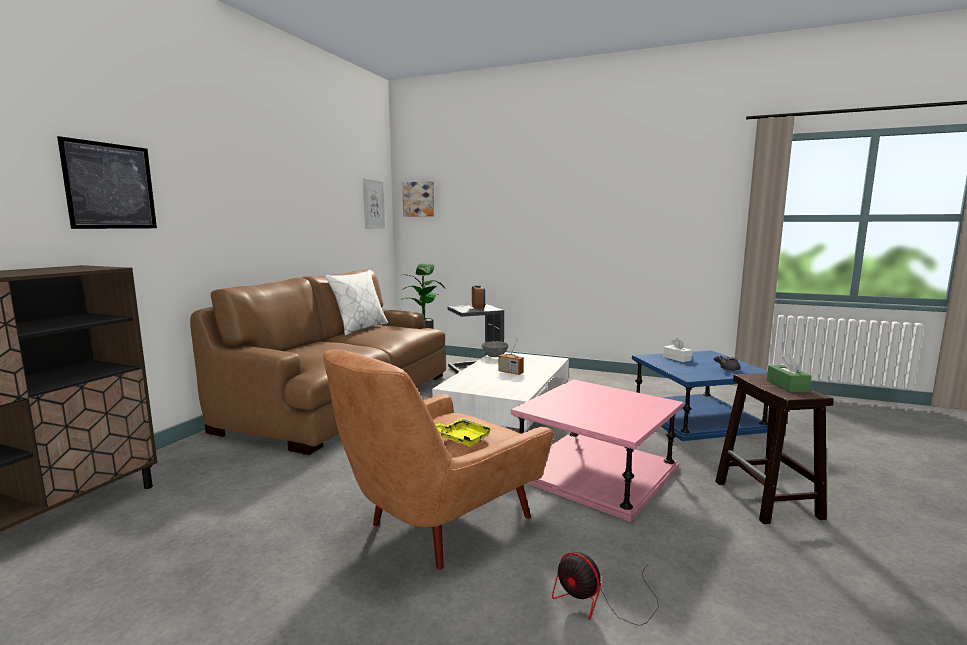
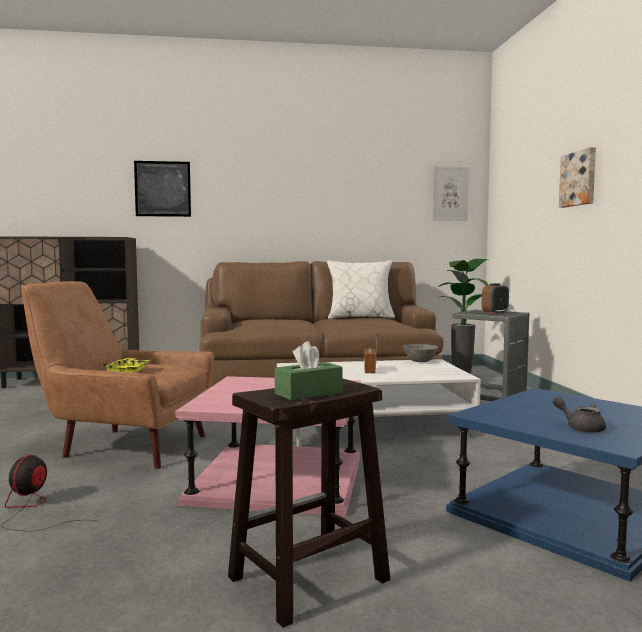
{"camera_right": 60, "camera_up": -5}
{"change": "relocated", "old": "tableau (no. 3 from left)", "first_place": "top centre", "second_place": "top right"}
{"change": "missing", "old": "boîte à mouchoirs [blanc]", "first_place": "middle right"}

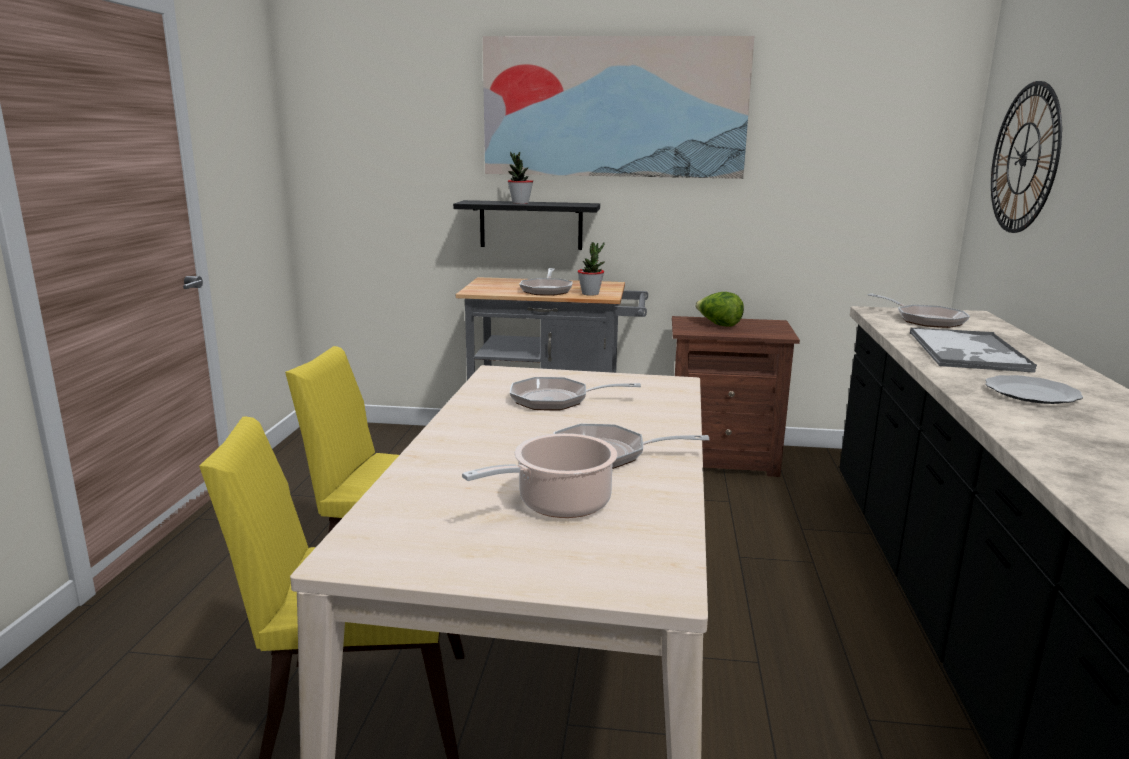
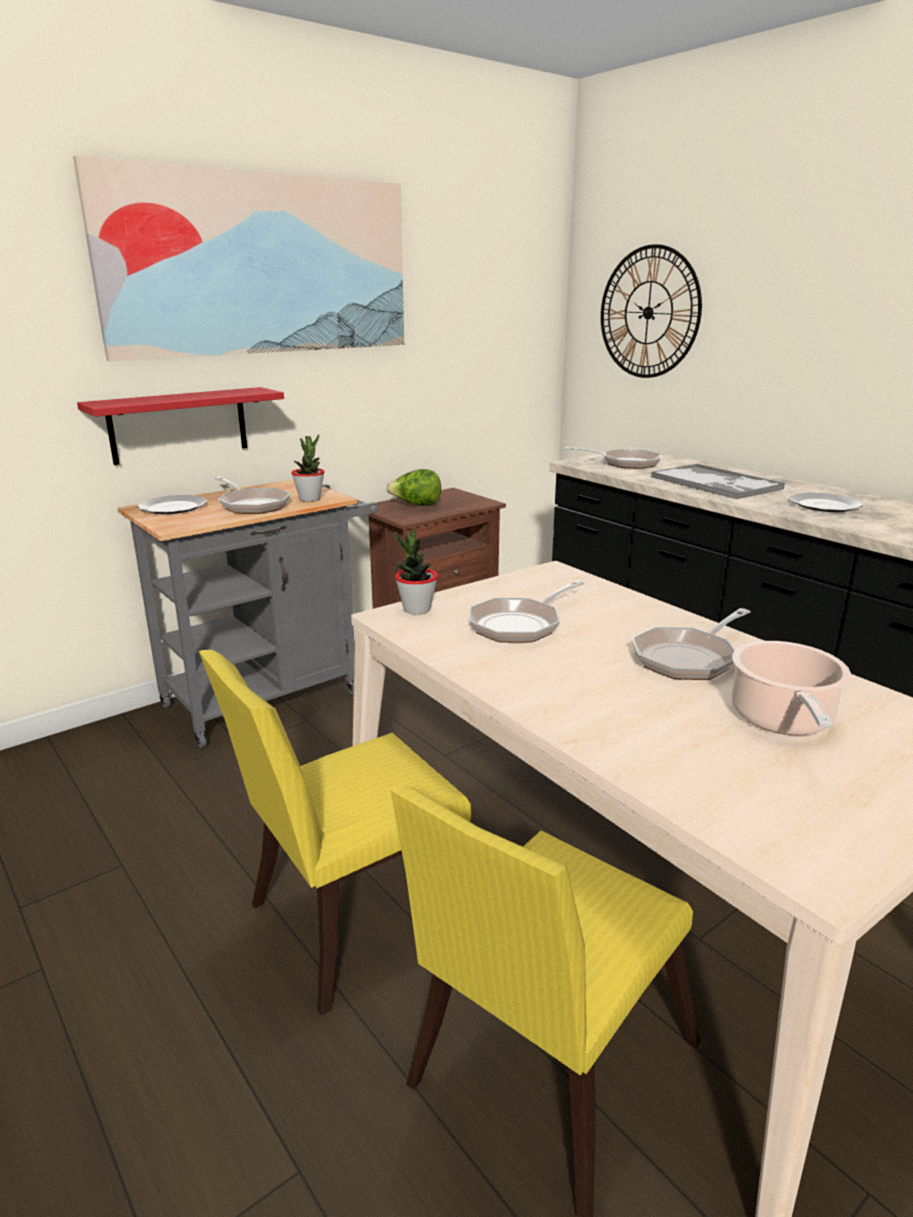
{"camera_right": -45, "camera_up": 5}
{"change": "relocated", "old": "plante en pot (no. 1 from left in the first image)", "new": "plante en pot (no. 2 from left)", "first_place": "top centre", "second_place": "centre"}
{"change": "colour", "old": "étagère [noir]", "new": "étagère [rouge]", "first_place": "top centre", "second_place": "middle left"}
{"change": "appeared", "new": "assiette (no. 1 from left)", "second_place": "middle left"}

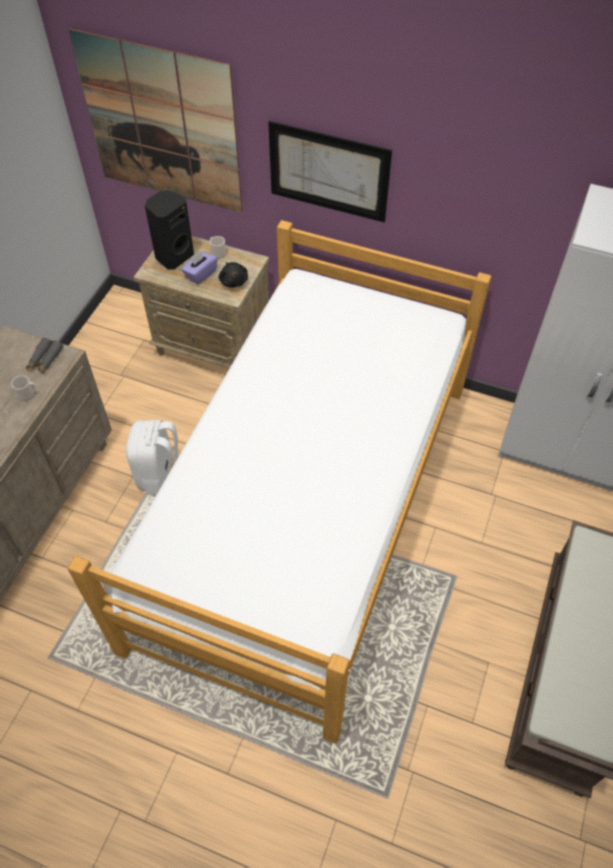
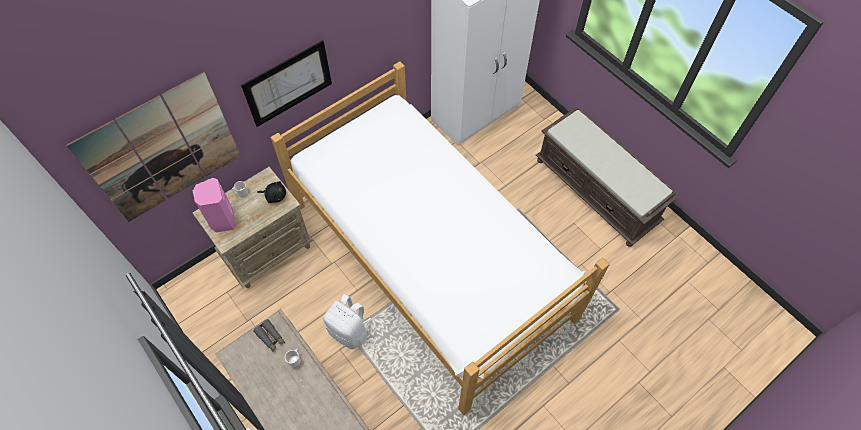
{"camera_right": -60, "camera_up": 5}
{"change": "colour", "old": "enceinte [noir]", "new": "enceinte [rose]", "first_place": "top left", "second_place": "middle left"}
{"change": "missing", "old": "boîte à mouchoirs [violet]", "first_place": "top left"}

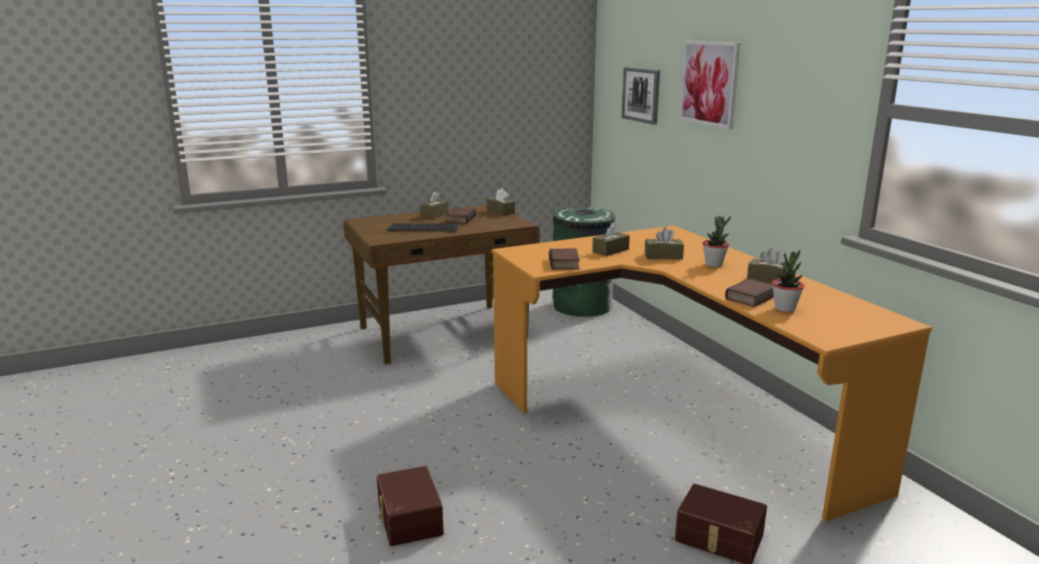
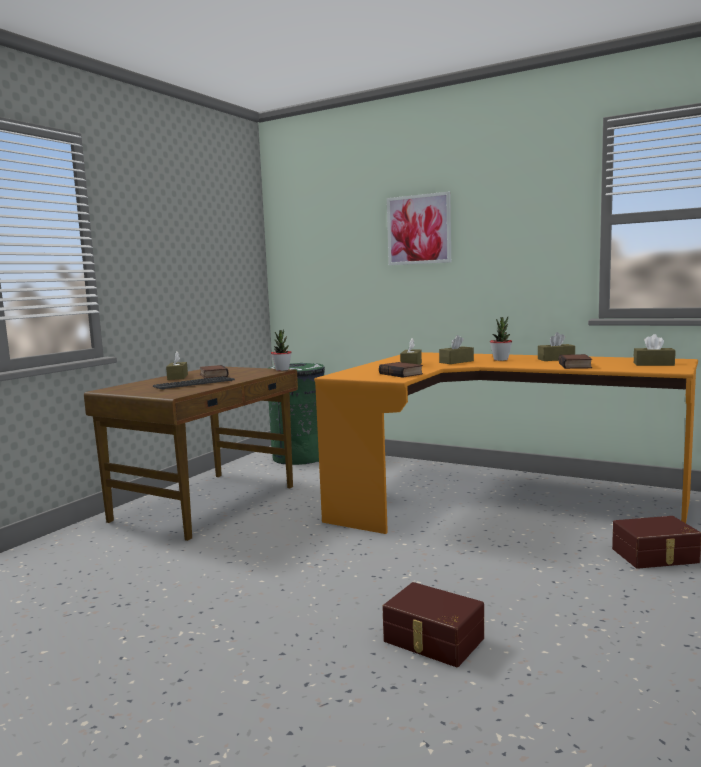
{"camera_right": -35, "camera_up": -10}
{"change": "missing", "old": "tableau (no. 1 from left)", "first_place": "top centre"}
{"change": "relocated", "old": "boîte à mouchoirs [marron] (no. 2 from left in the first image)", "new": "boîte à mouchoirs [marron] (no. 5 from left)", "first_place": "centre", "second_place": "middle right"}
{"change": "relocated", "old": "plante en pot (no. 2 from left in the first image)", "new": "plante en pot (no. 1 from left)", "first_place": "middle right", "second_place": "centre"}

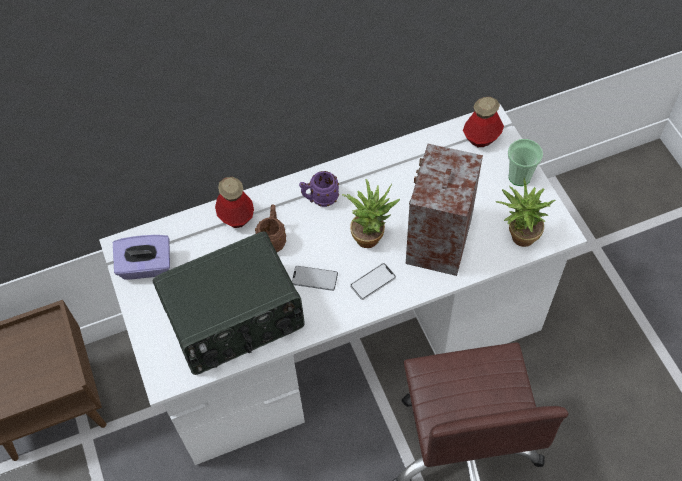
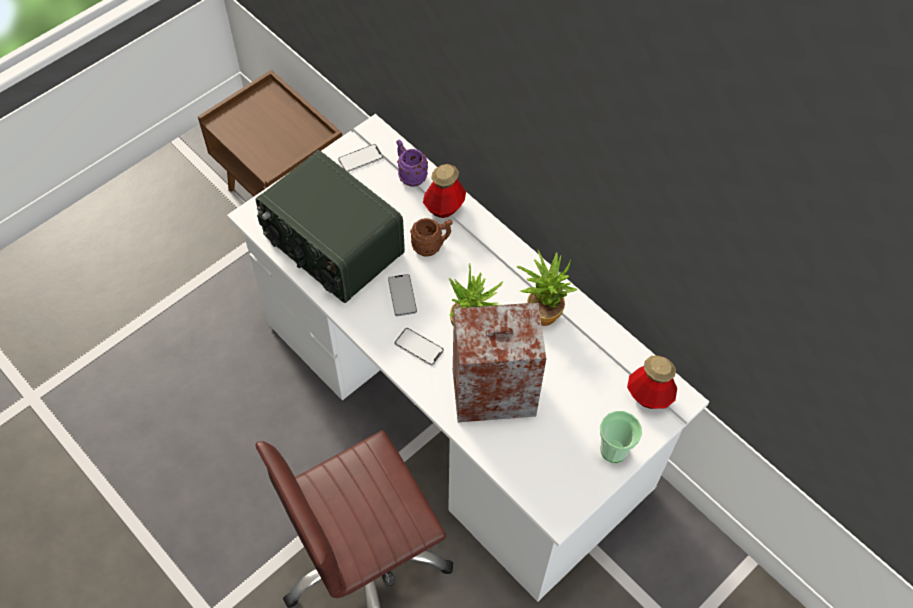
{"camera_right": 65, "camera_up": 0}
{"change": "relocated", "old": "mug [violet]", "first_place": "centre", "second_place": "top centre"}
{"change": "relocated", "old": "plante en pot (no. 2 from left)", "first_place": "middle right", "second_place": "centre"}
{"change": "exchanged", "old": "boîte à mouchoirs [violet]", "new": "téléphone (no. 1 from left)", "first_place": "middle left", "second_place": "top centre"}

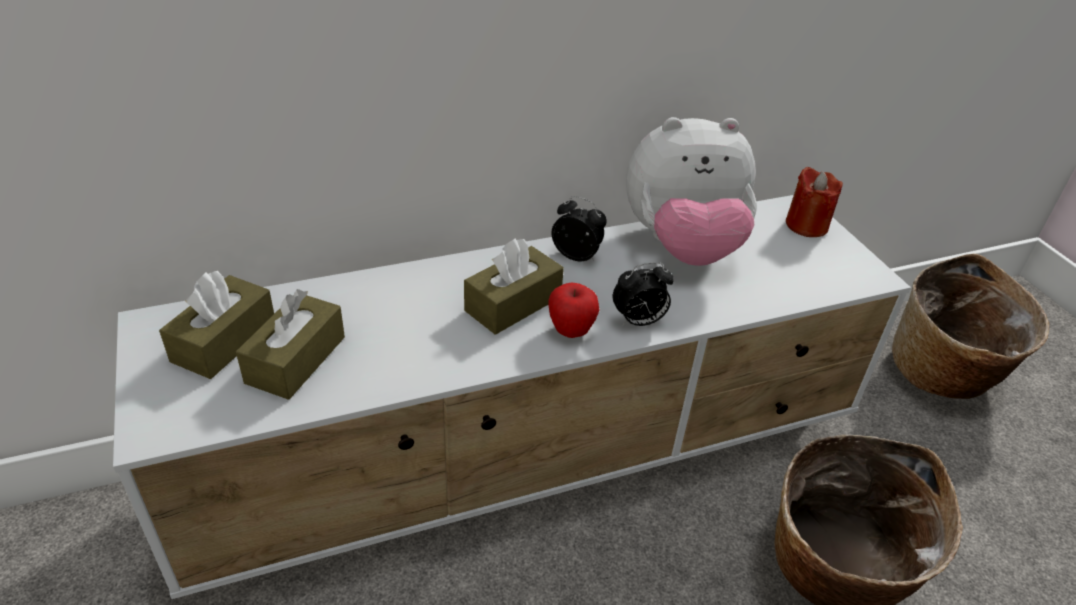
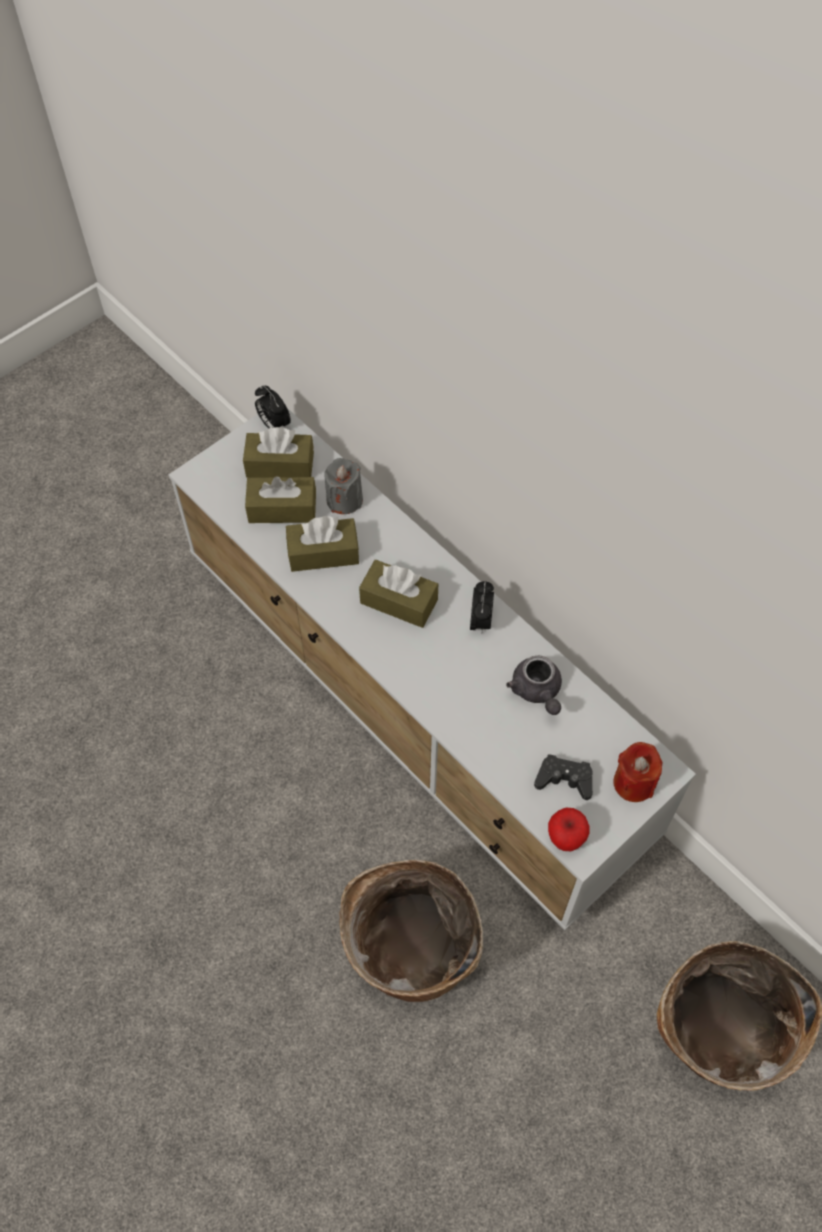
{"camera_right": 70, "camera_up": 20}
{"change": "exchanged", "old": "peluche", "new": "théière [gris]", "first_place": "top centre", "second_place": "centre"}
{"change": "relocated", "old": "réveil (no. 2 from left in the first image)", "new": "réveil (no. 1 from left)", "first_place": "centre", "second_place": "top left"}
{"change": "relocated", "old": "pomme", "first_place": "centre", "second_place": "bottom right"}
{"change": "appeared", "new": "bougie [gris]", "second_place": "centre"}
{"change": "appeared", "new": "boîte à mouchoirs [marron] (no. 3 from left)", "second_place": "centre"}
{"change": "appeared", "new": "manette [noir]", "second_place": "middle right"}

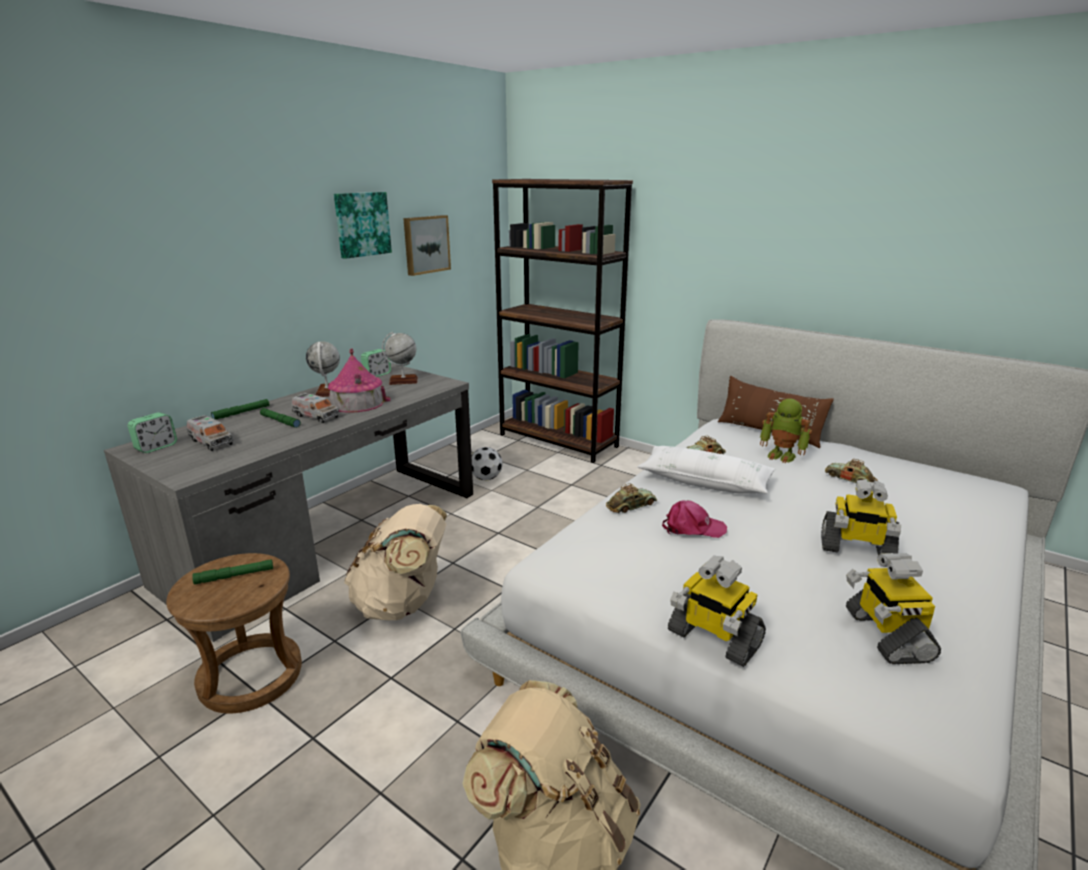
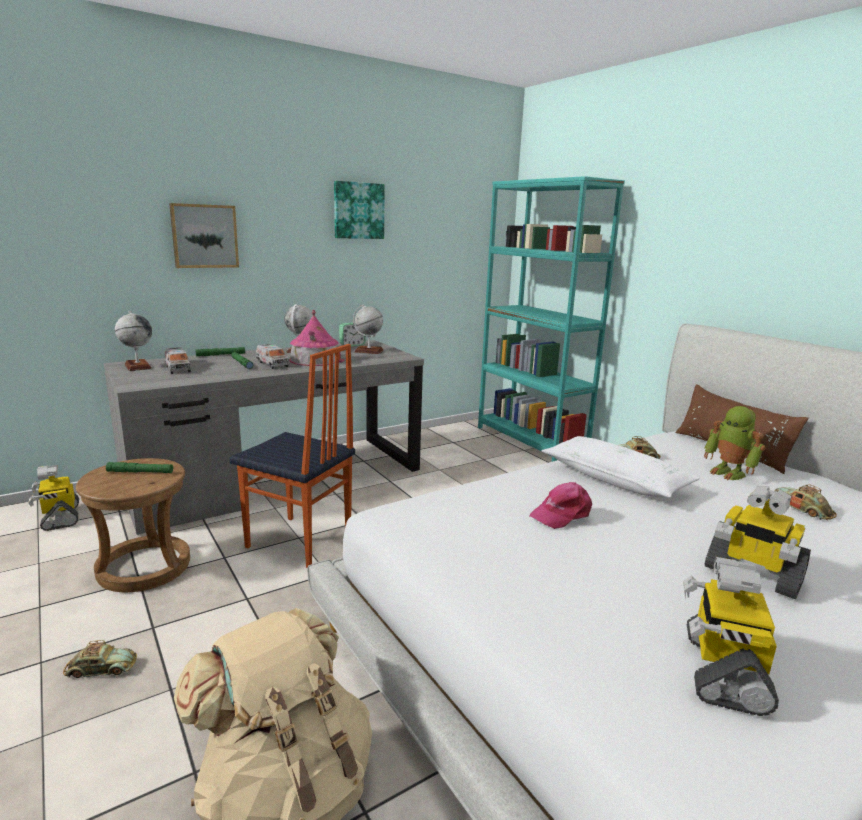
{"camera_right": 20, "camera_up": -5}
{"change": "colour", "old": "bibliothèque [marron]", "new": "bibliothèque [turquoise]", "first_place": "centre", "second_place": "centre"}
{"change": "relocated", "old": "tableau (no. 2 from left in the first image)", "new": "tableau (no. 1 from left)", "first_place": "top centre", "second_place": "top left"}
{"change": "exchanged", "old": "réveil (no. 1 from left)", "new": "globe (no. 1 from left)", "first_place": "middle left", "second_place": "middle left"}
{"change": "missing", "old": "ballon de foot", "first_place": "centre"}
{"change": "relocated", "old": "petite voiture (no. 1 from left)", "first_place": "centre", "second_place": "bottom left"}
{"change": "spun", "old": "casquette [rose]", "first_place": "centre", "second_place": "centre", "degrees": 120}
{"change": "exchanged", "old": "sac à dos [beige] (no. 1 from left)", "new": "chaise", "first_place": "centre", "second_place": "centre"}
{"change": "relocated", "old": "robot jouet (no. 1 from left)", "first_place": "bottom centre", "second_place": "middle left"}

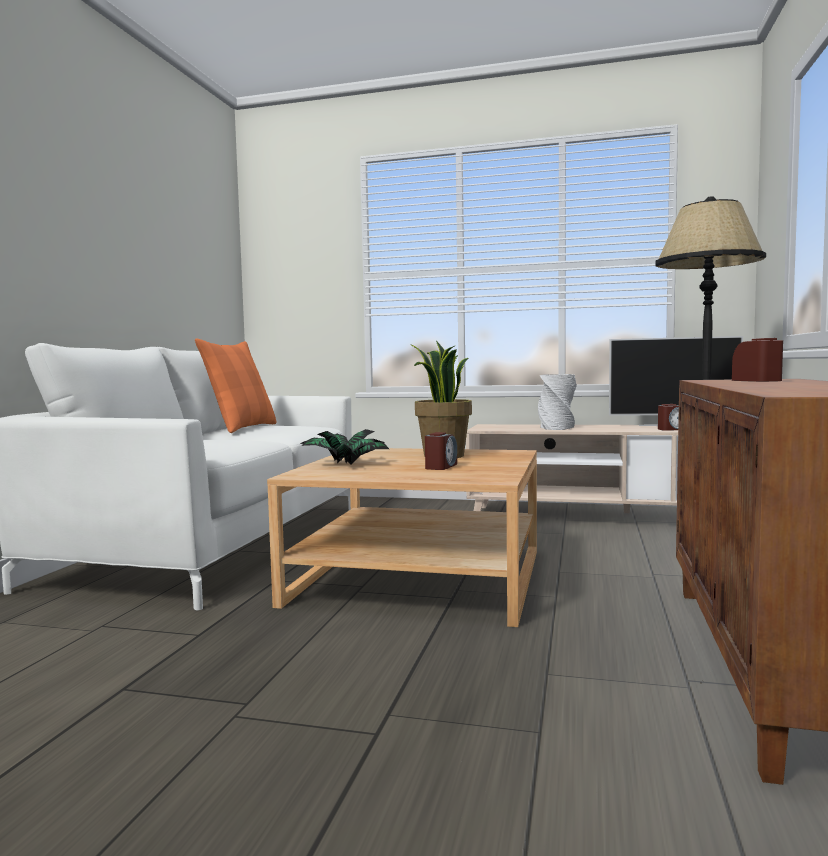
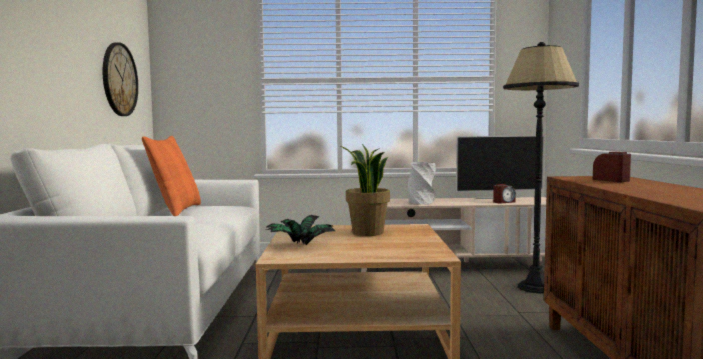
{"camera_right": -15, "camera_up": 0}
{"change": "missing", "old": "réveil (no. 1 from left)", "first_place": "centre"}
{"change": "appeared", "new": "horloge murale", "second_place": "top left"}

